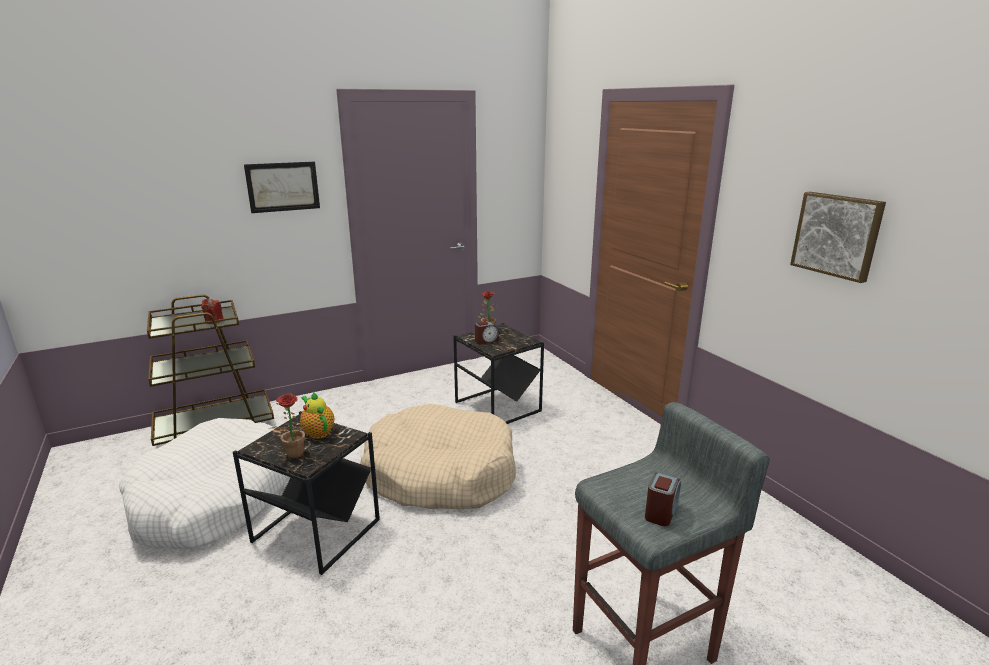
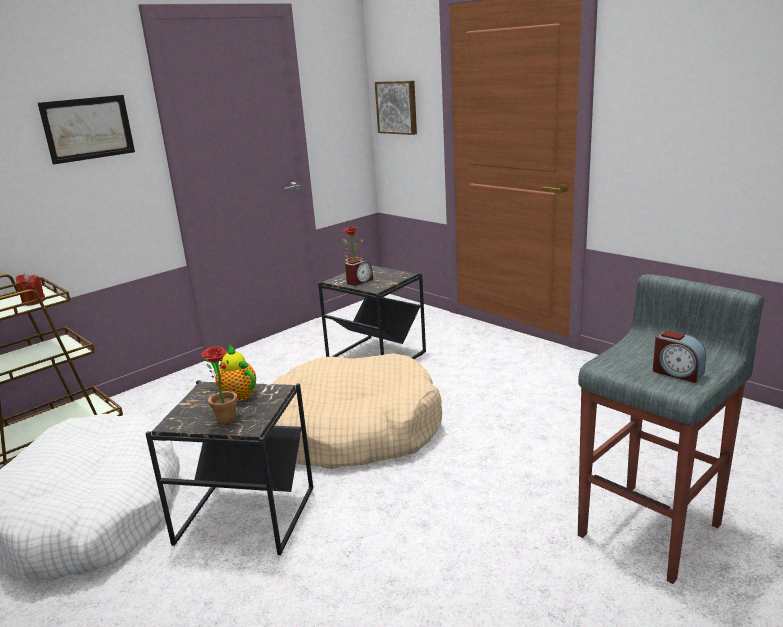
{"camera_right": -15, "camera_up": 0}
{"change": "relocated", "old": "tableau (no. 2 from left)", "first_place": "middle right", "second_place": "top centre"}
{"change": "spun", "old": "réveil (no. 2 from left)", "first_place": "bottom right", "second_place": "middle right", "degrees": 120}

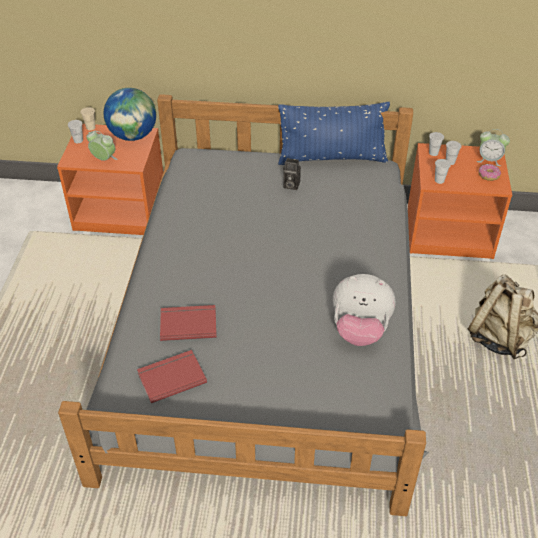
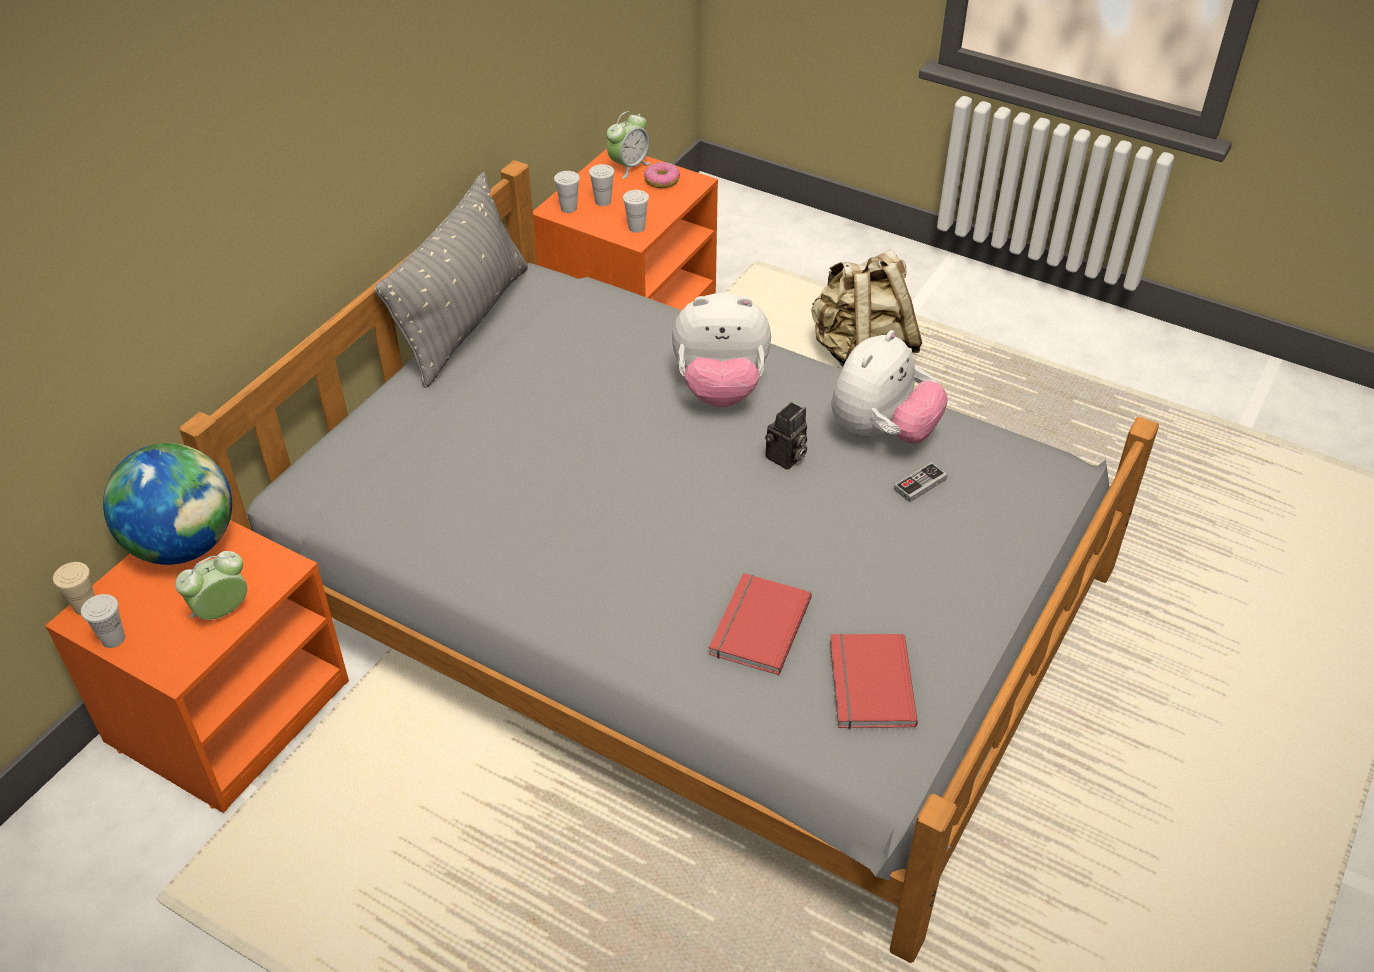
{"camera_right": -65, "camera_up": 0}
{"change": "colour", "old": "coussin [bleu]", "new": "coussin [gris]", "first_place": "top centre", "second_place": "top left"}
{"change": "relocated", "old": "appareil photo", "first_place": "top centre", "second_place": "centre"}
{"change": "appeared", "new": "peluche (no. 1 from left)", "second_place": "centre"}
{"change": "appeared", "new": "manette", "second_place": "middle right"}

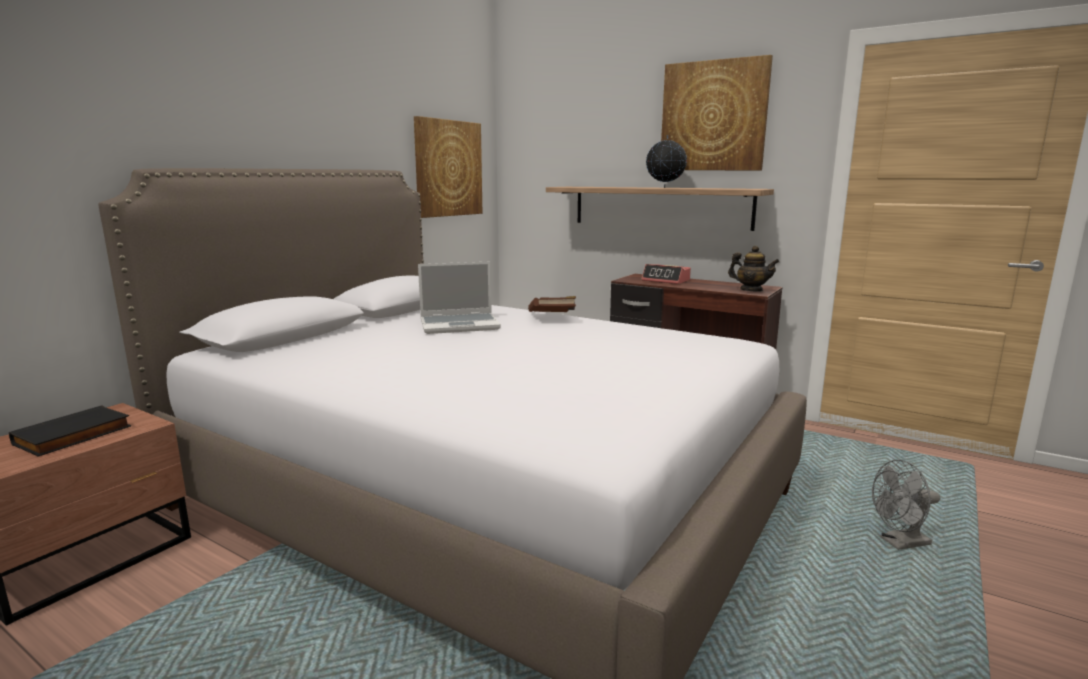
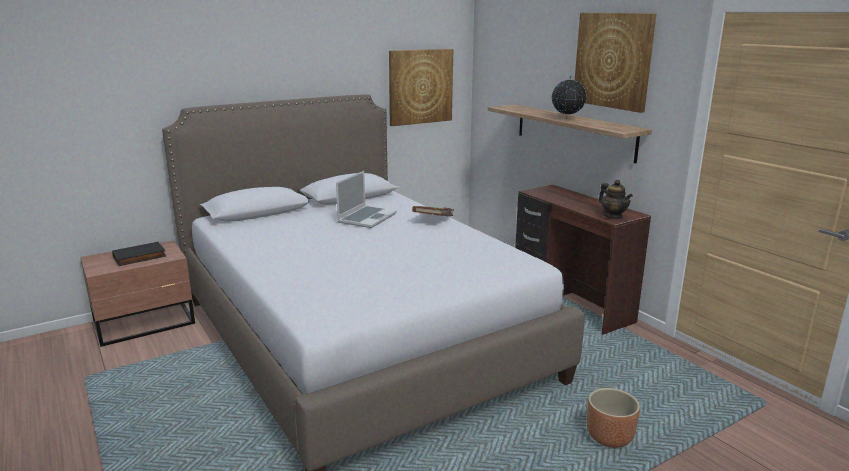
{"camera_right": 25, "camera_up": 5}
{"change": "spun", "old": "ordinateur portable", "first_place": "centre", "second_place": "centre", "degrees": -75}
{"change": "missing", "old": "réveil", "first_place": "centre"}
{"change": "exchanged", "old": "ventilateur [gris]", "new": "cache-pot [marron]", "first_place": "bottom right", "second_place": "bottom right"}

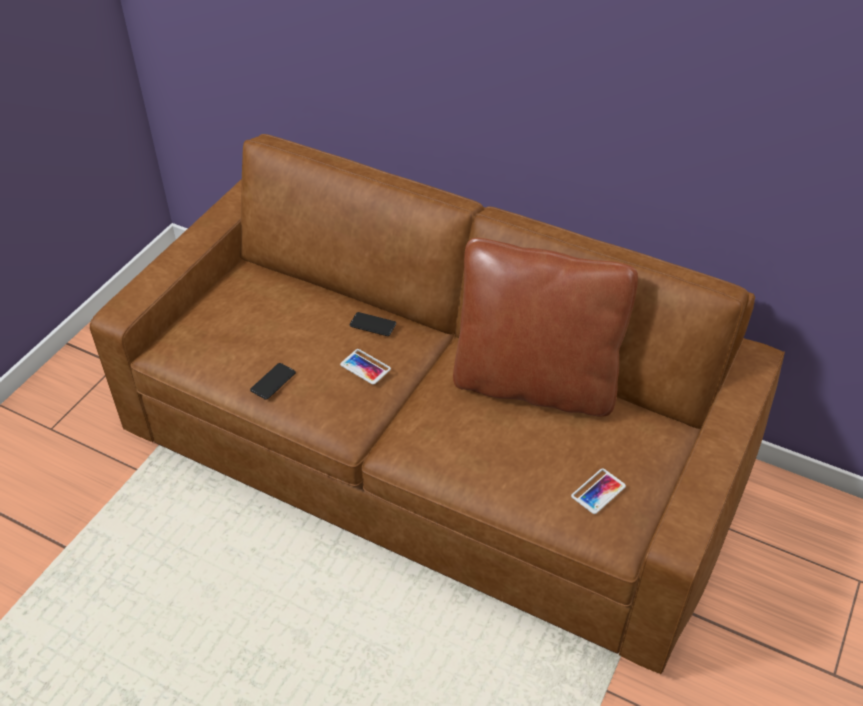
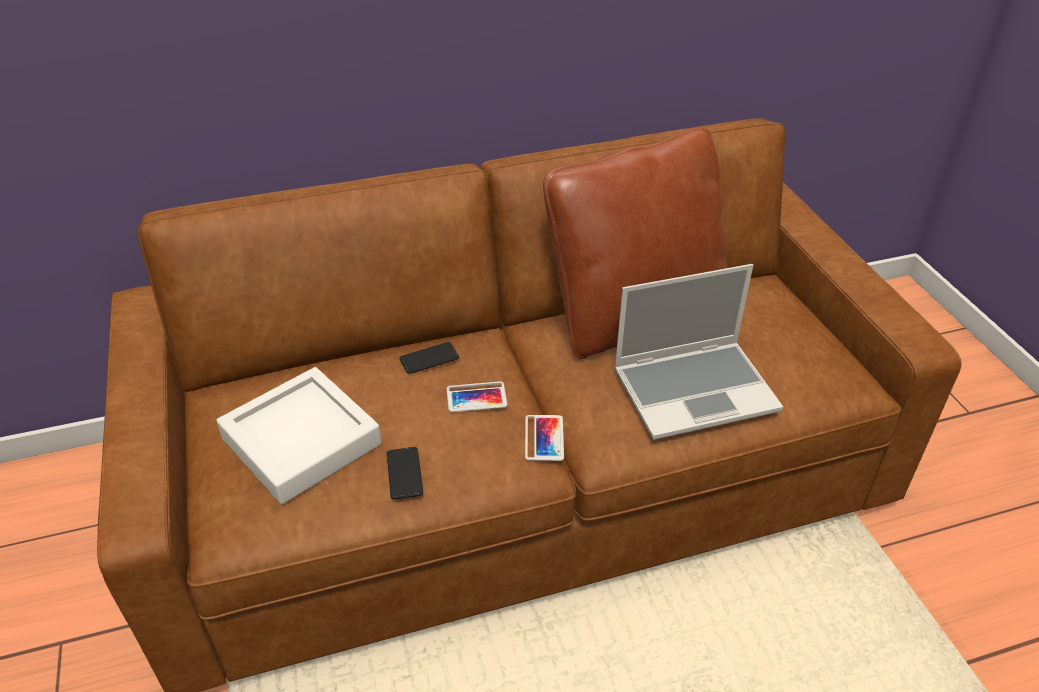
{"camera_right": -45, "camera_up": -5}
{"change": "relocated", "old": "téléphone (no. 4 from left)", "first_place": "bottom right", "second_place": "centre"}
{"change": "appeared", "new": "ordinateur portable", "second_place": "middle right"}
{"change": "appeared", "new": "plateau [blanc]", "second_place": "middle left"}

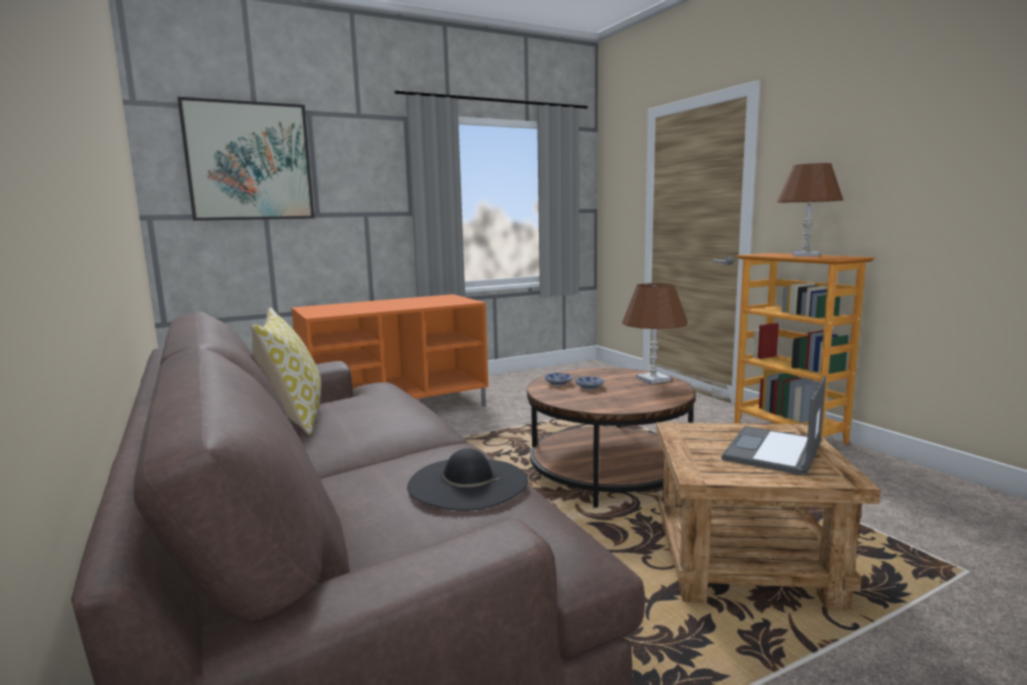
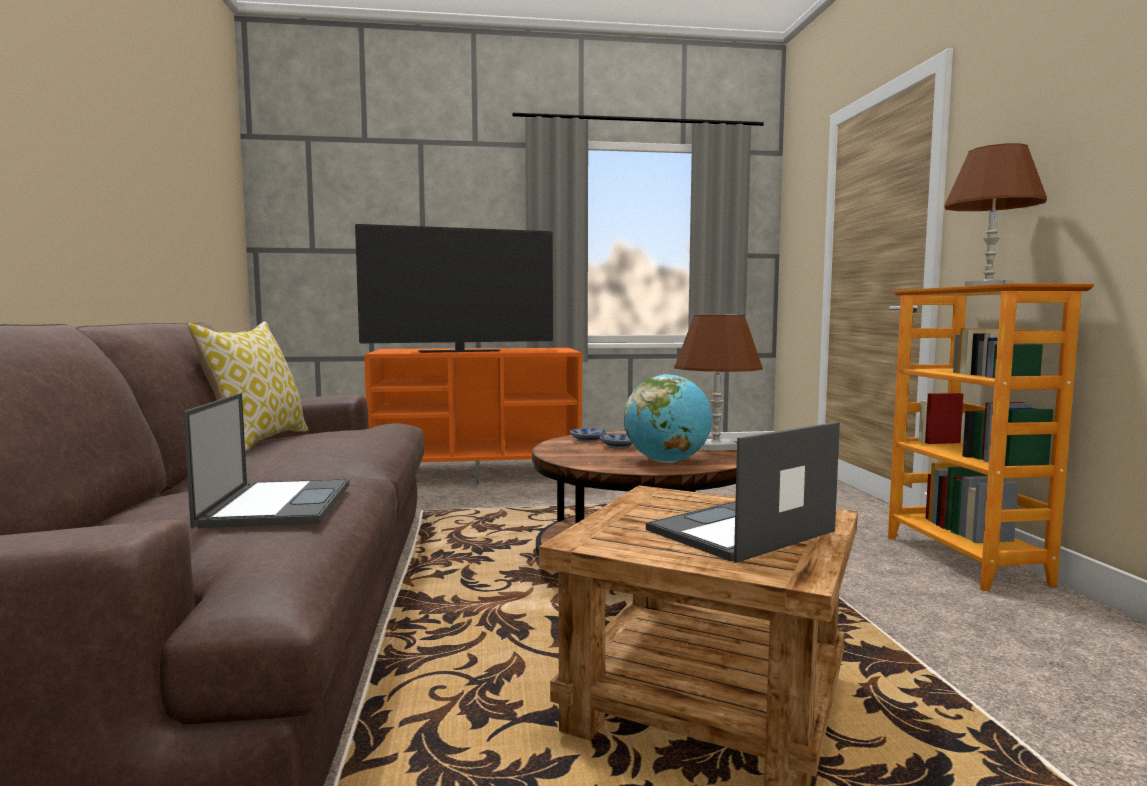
{"camera_right": 20, "camera_up": -5}
{"change": "missing", "old": "tableau", "first_place": "top left"}
{"change": "exchanged", "old": "chapeau [noir]", "new": "ordinateur portable (no. 1 from left)", "first_place": "bottom centre", "second_place": "middle left"}
{"change": "appeared", "new": "téléviseur", "second_place": "centre"}
{"change": "appeared", "new": "globe", "second_place": "centre"}

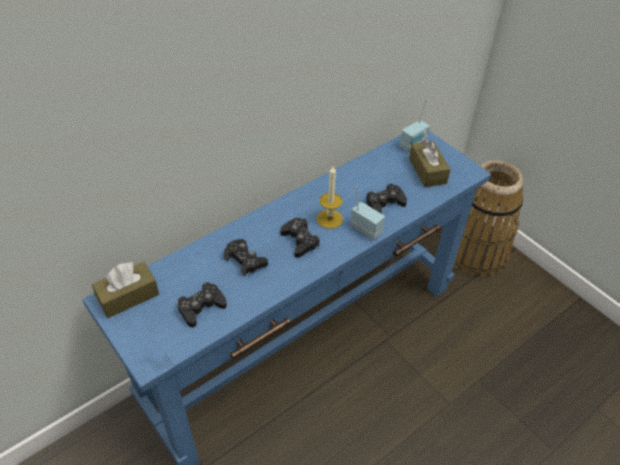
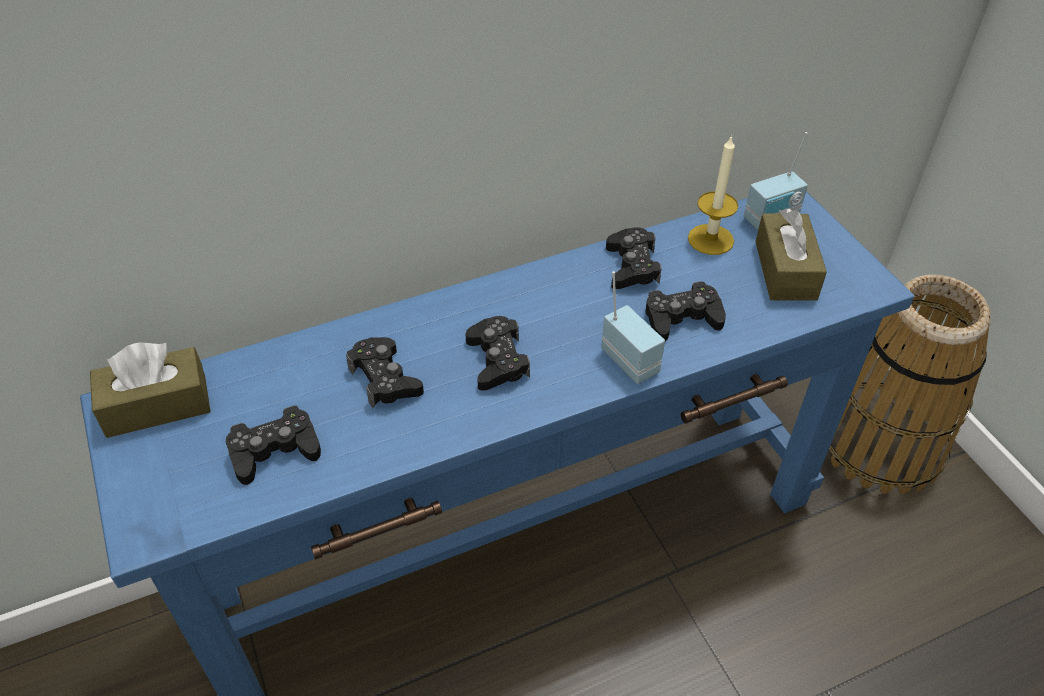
{"camera_right": 15, "camera_up": 0}
{"change": "relocated", "old": "bougie", "first_place": "centre", "second_place": "top right"}
{"change": "appeared", "new": "manette [noir] (no. 4 from left)", "second_place": "centre"}

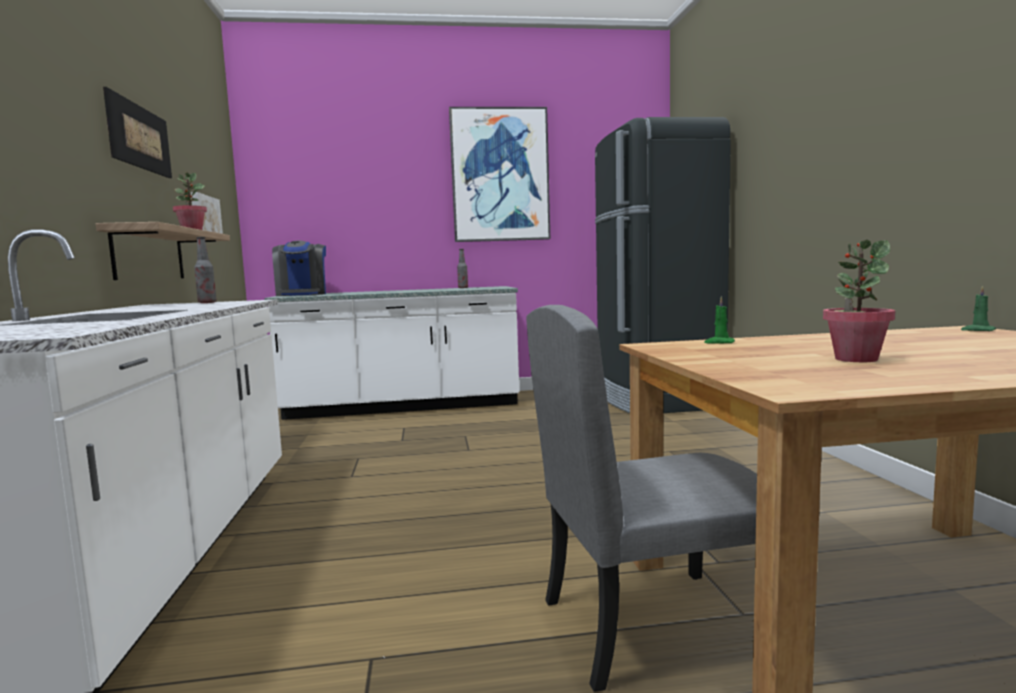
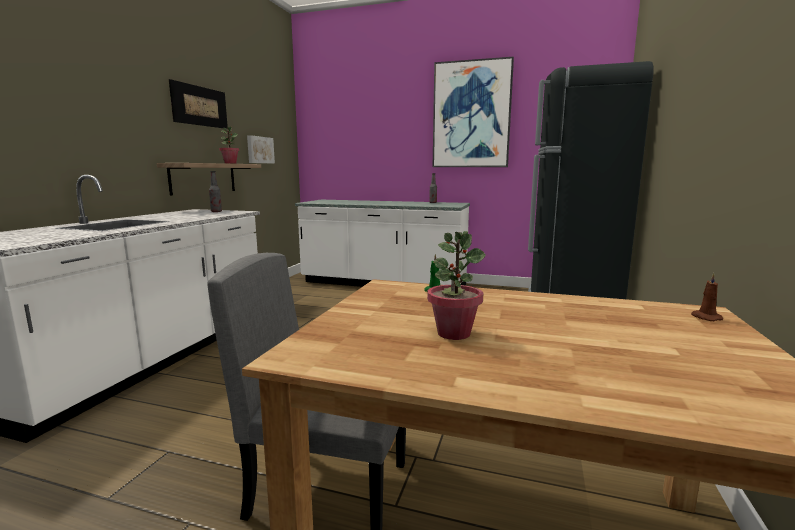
{"camera_right": 25, "camera_up": 5}
{"change": "missing", "old": "machine à café", "first_place": "middle left"}
{"change": "colour", "old": "bougie [vert] (no. 2 from left)", "new": "bougie [marron]", "first_place": "middle right", "second_place": "middle right"}

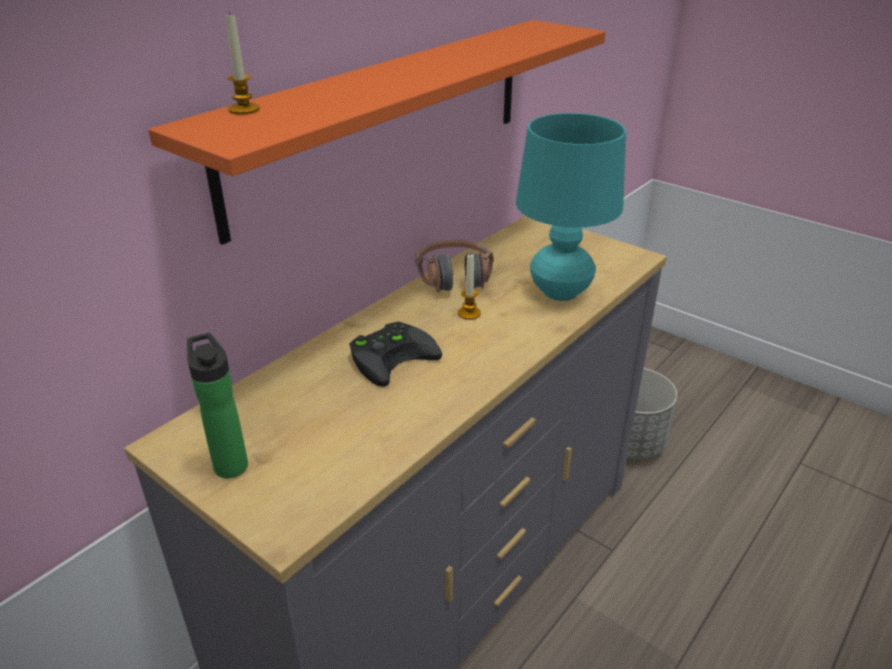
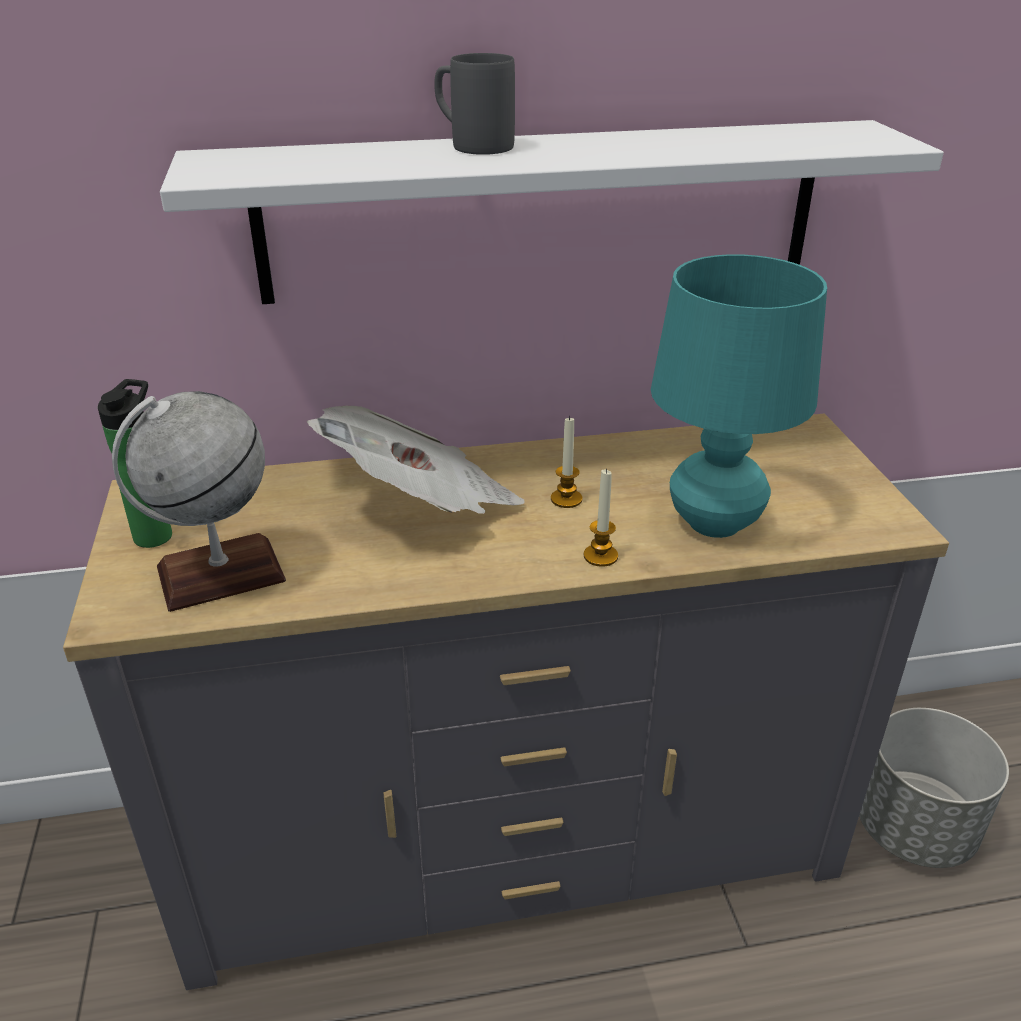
{"camera_right": 40, "camera_up": 0}
{"change": "relocated", "old": "bougie (no. 1 from left in the first image)", "new": "bougie (no. 2 from left)", "first_place": "top left", "second_place": "centre"}
{"change": "colour", "old": "étagère [orange]", "new": "étagère [blanc]", "first_place": "top centre", "second_place": "top centre"}
{"change": "missing", "old": "casque audio", "first_place": "centre"}
{"change": "exchanged", "old": "manette [noir]", "new": "journal", "first_place": "centre", "second_place": "centre"}
{"change": "appeared", "new": "mug [gris]", "second_place": "top centre"}
{"change": "appeared", "new": "globe", "second_place": "middle left"}

